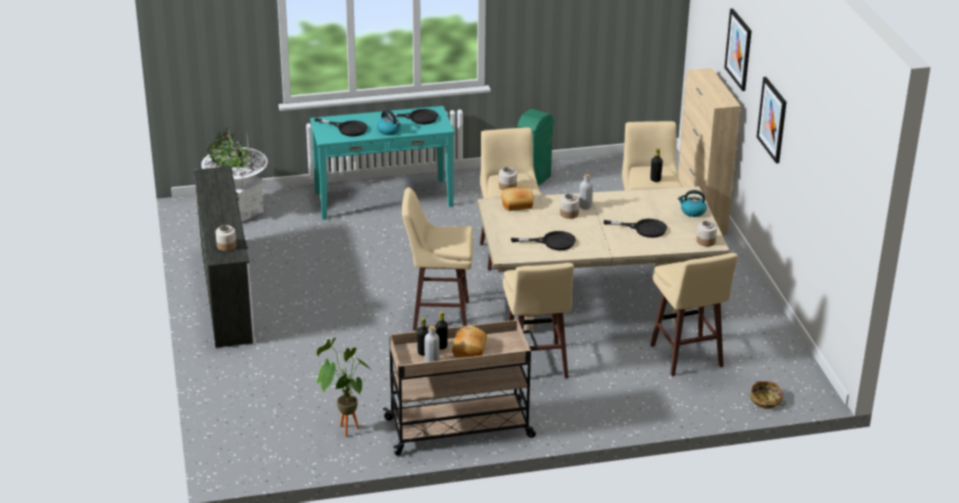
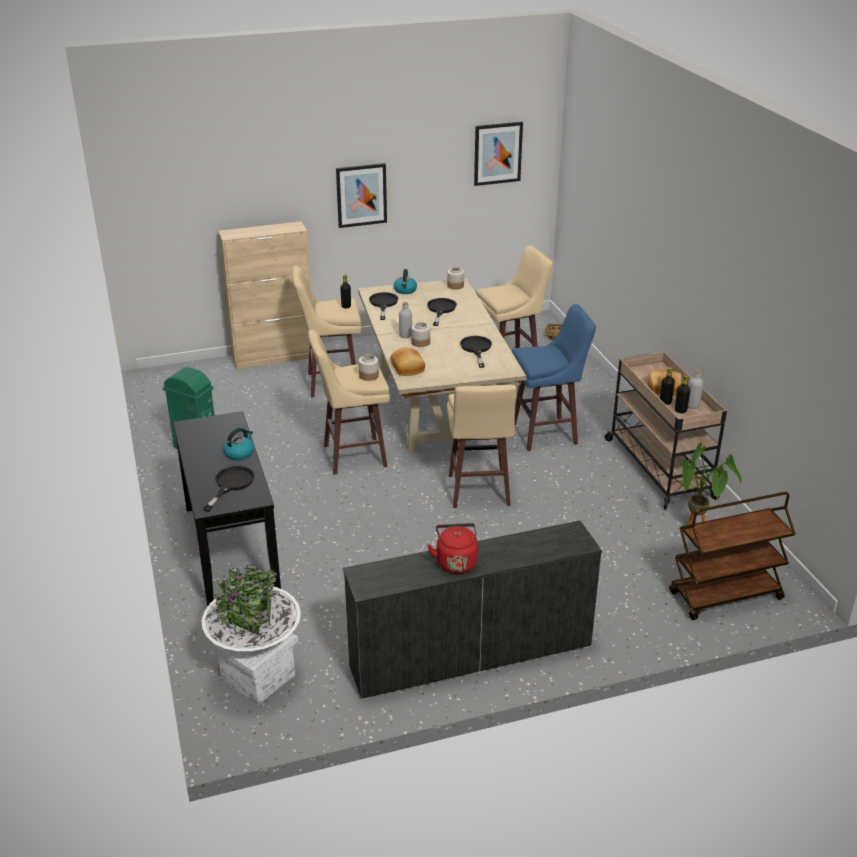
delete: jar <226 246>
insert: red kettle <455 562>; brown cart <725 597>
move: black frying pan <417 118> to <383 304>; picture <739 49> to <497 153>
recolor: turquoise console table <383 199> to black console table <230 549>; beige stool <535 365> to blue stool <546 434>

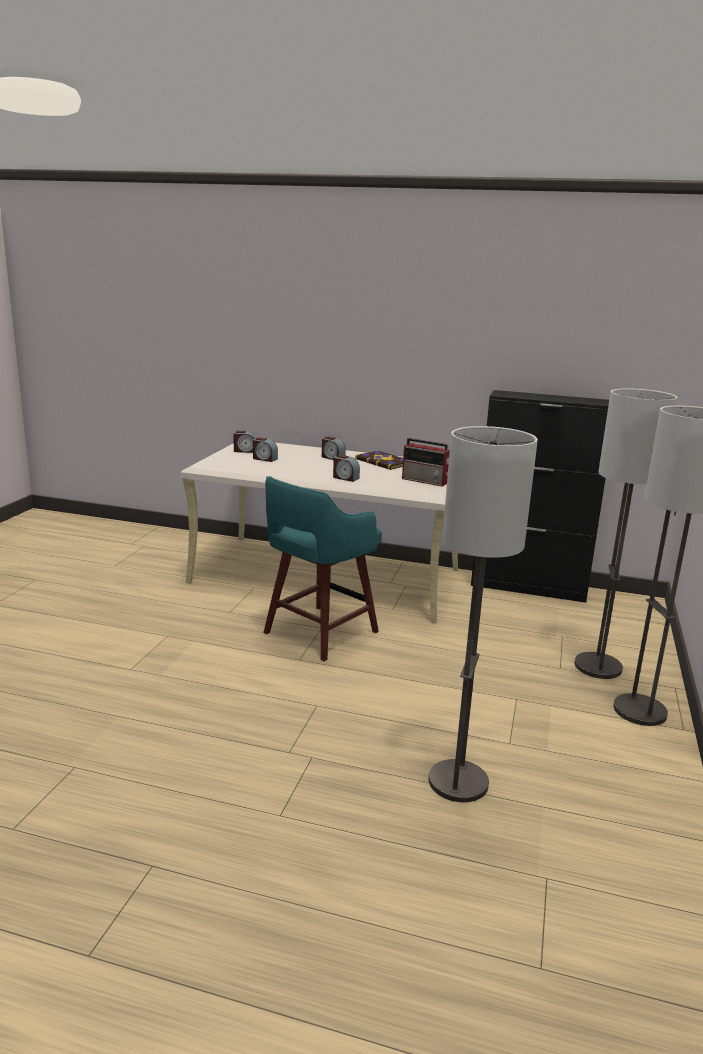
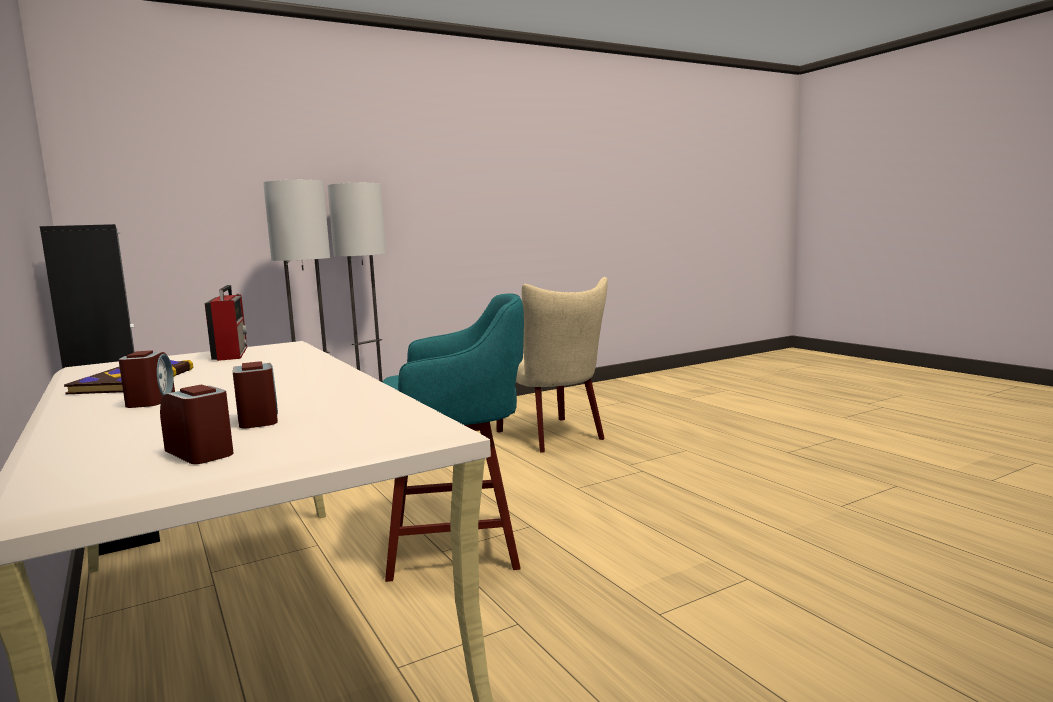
delete: alarm clock <345 478>
replace: floor lamp <457 782> to beige chair <555 436>

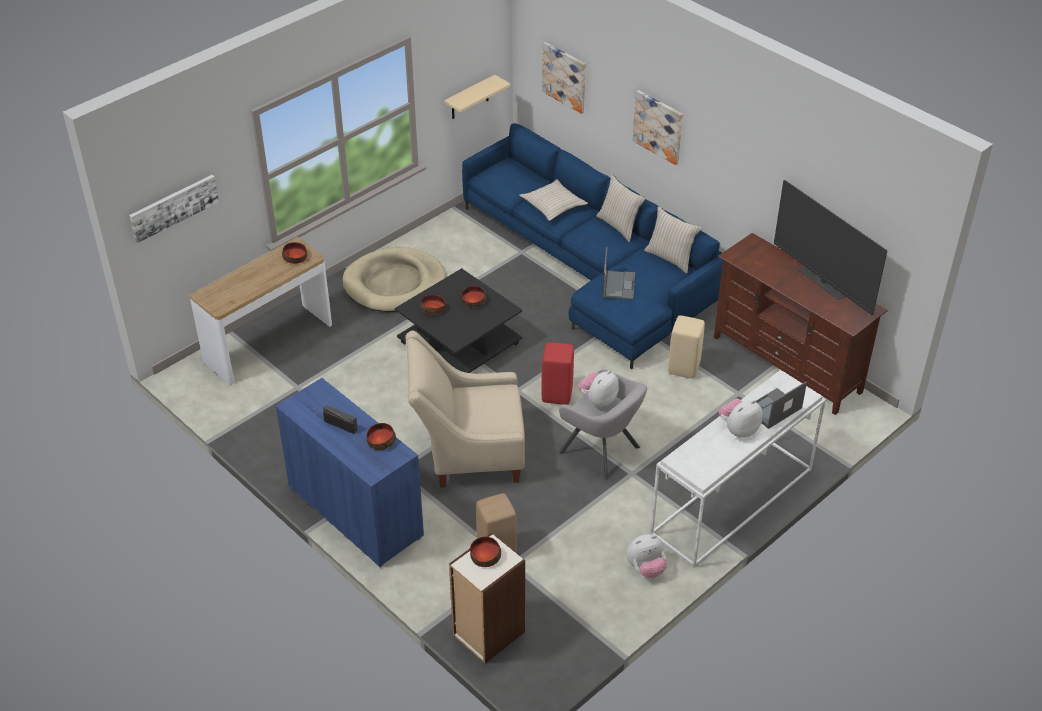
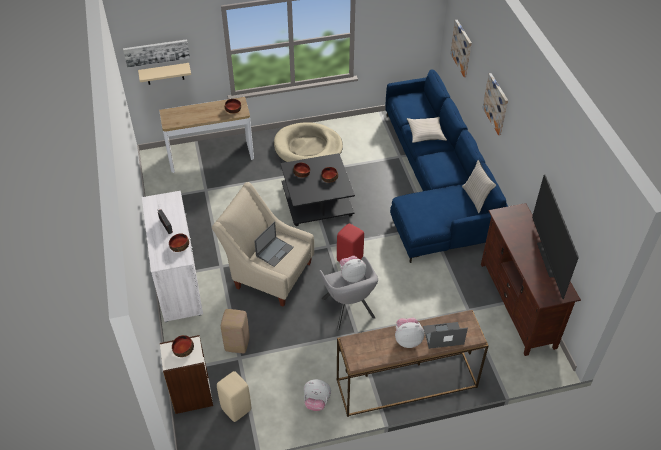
delete: beige pillow <619 226>
move: beige shelf <469 98> to <165 74>; laptop <618 284> to <275 251>; beige stool <684 368> to <237 409>
recolor: blue cabinet <355 511> to white cabinet <178 281>; white console table <732 503> to brown console table <406 384>

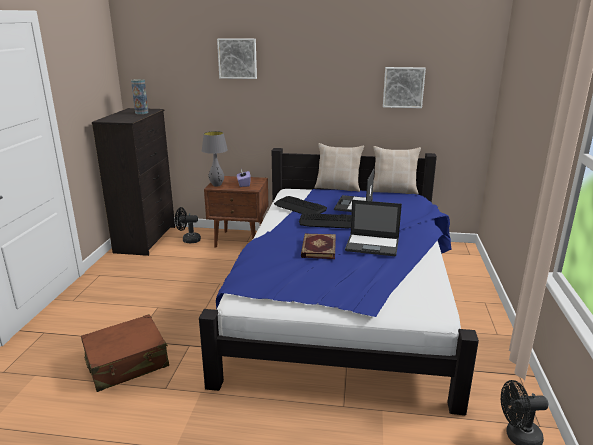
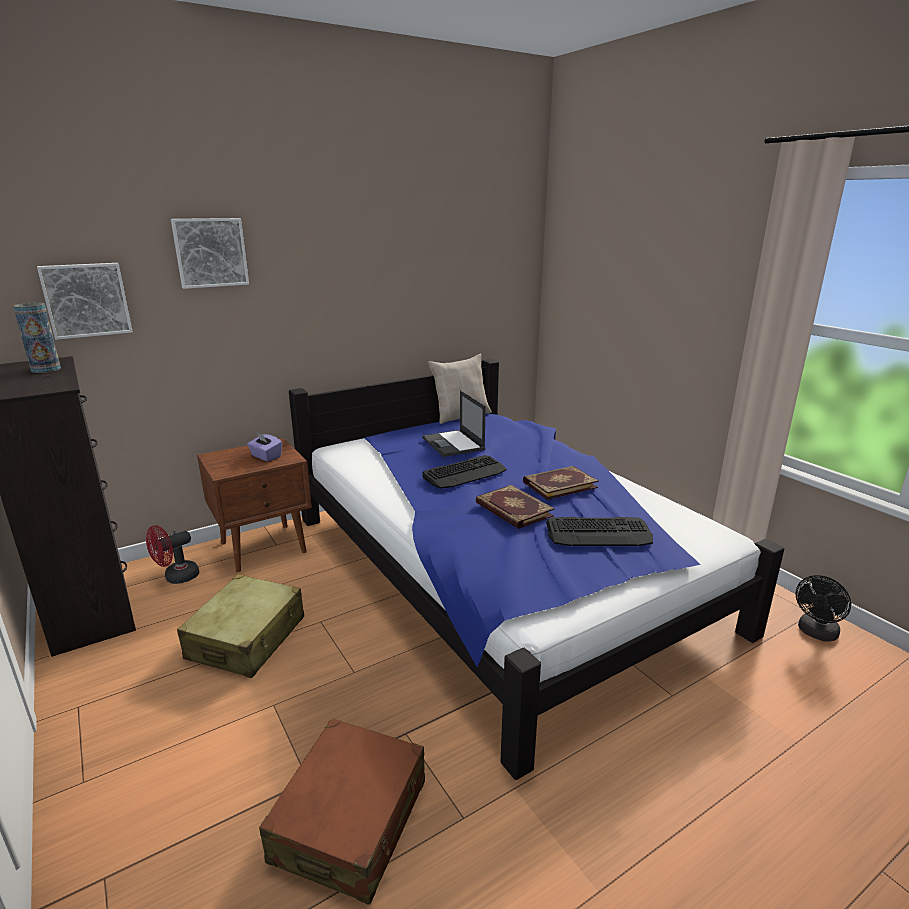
delete: grey table lamp <217 185>; beige pillow <338 188>
insert: beige suitcase <247 638>
move: keyboard <300 207> to <599 533>; picture <403 87> to <86 300>
replace: laptop <373 245> to book <559 484>
recolor: black fan <188 240> to red fan <176 577>

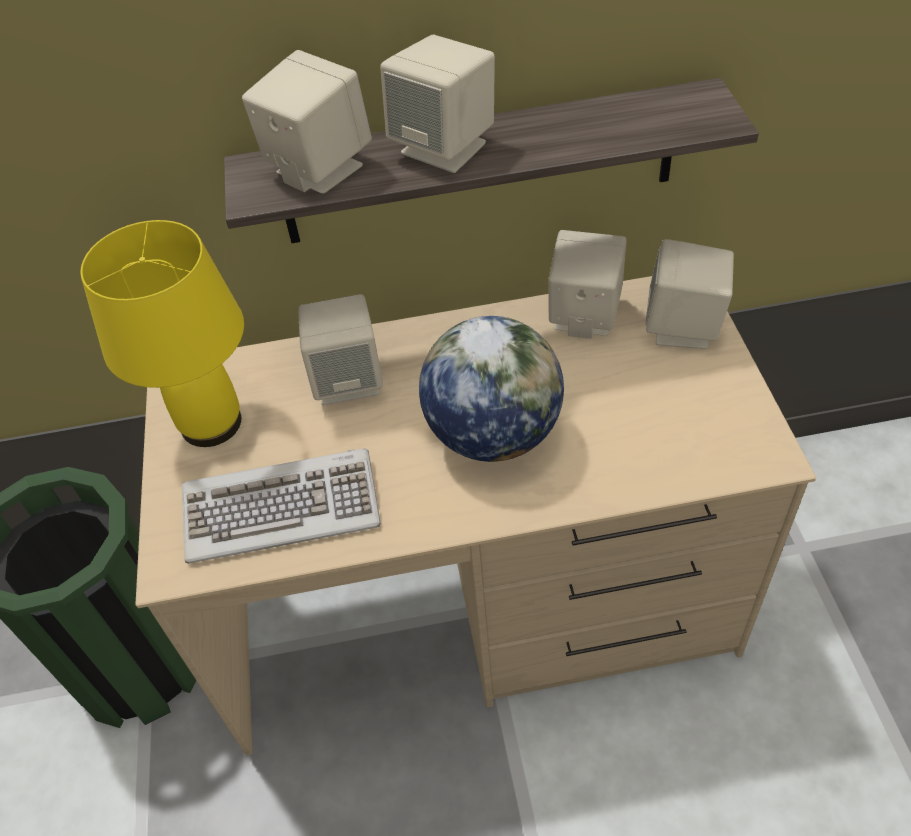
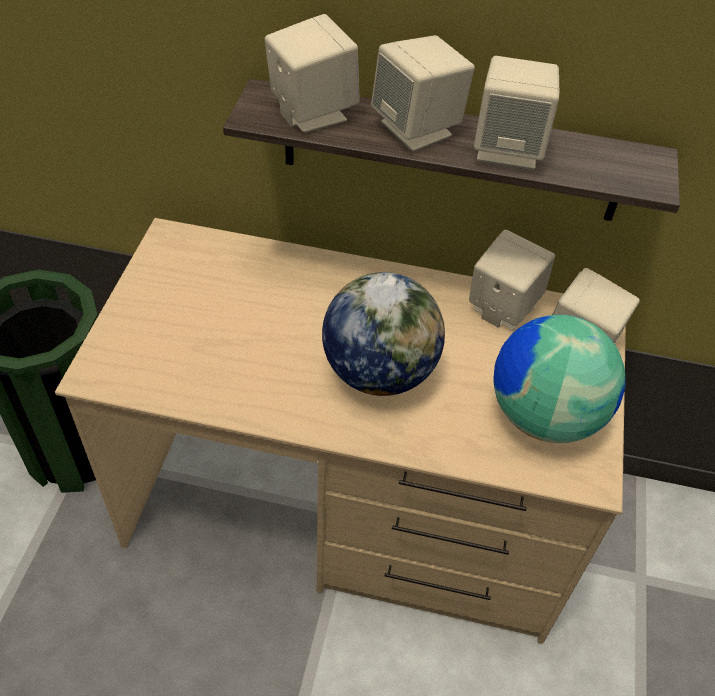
delete: yellow table lamp <213 423>; keyboard <282 508>
insert: globe <543 415>
move: beige speaker <348 380> to <508 150>

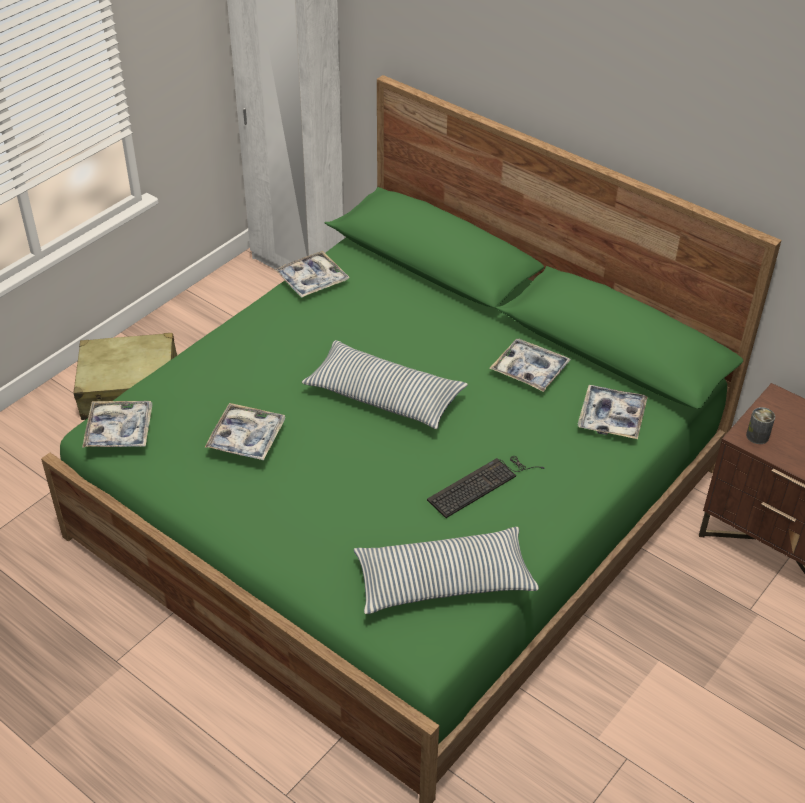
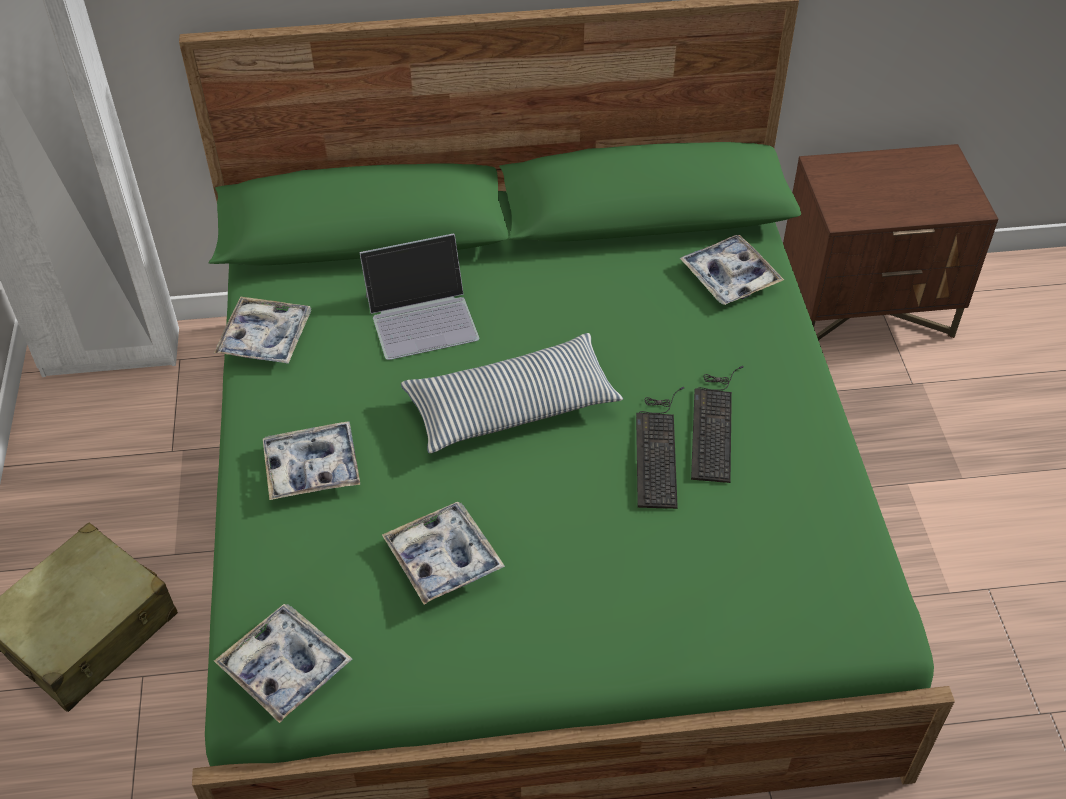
delete: pillow <443 582>; can <757 436>
insert: laptop <422 316>; keyboard <658 448>
move: tray <529 370> to <312 468>

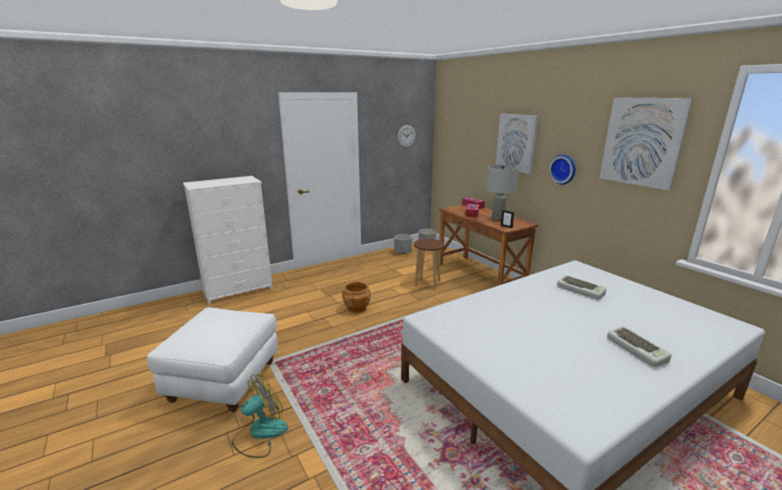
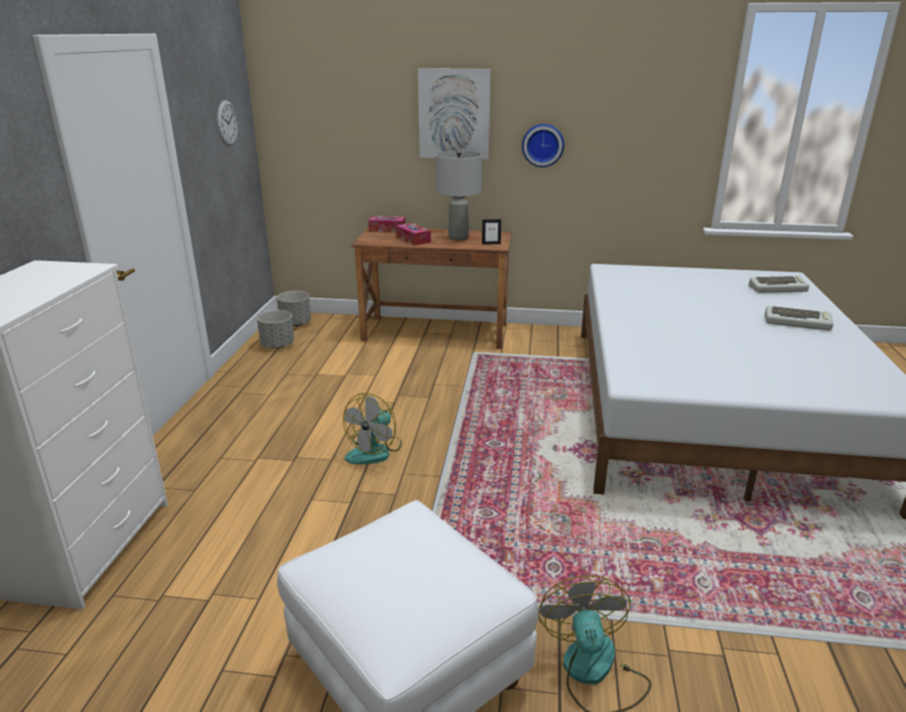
delete: brown stool <427 283>; picture <641 142>
move: keyboard <581 290> to <777 288>
replace: brown planter <357 308> to fan <375 451>

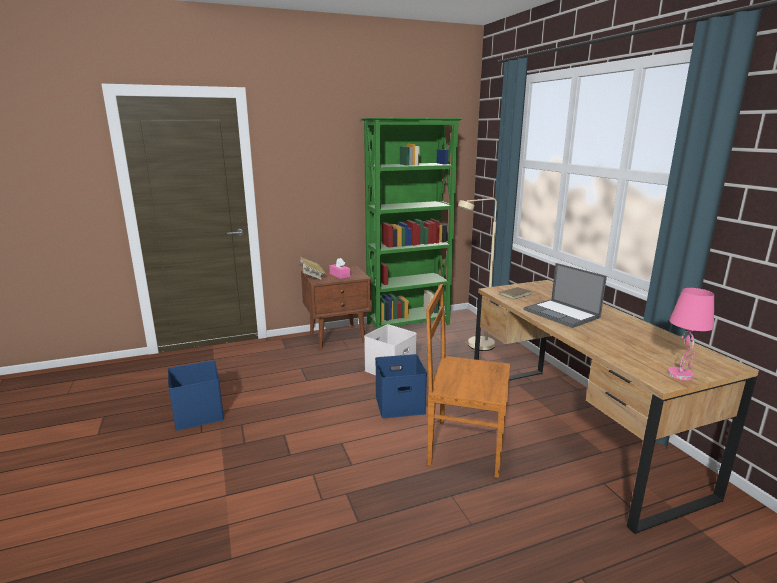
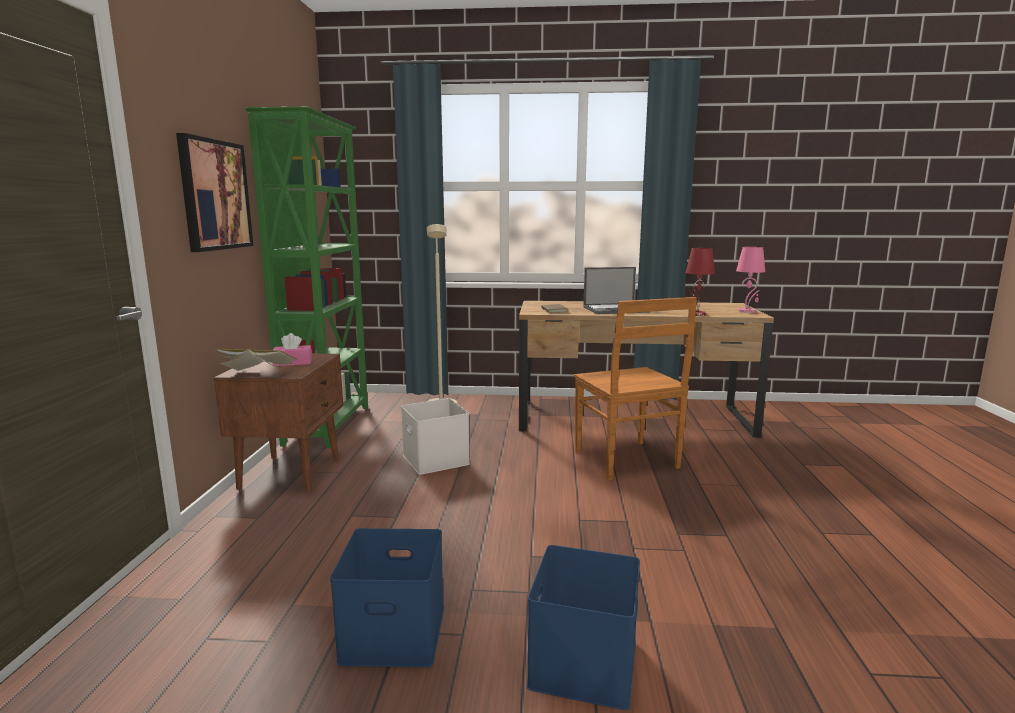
insert: picture <215 195>; red table lamp <697 314>
move: blue storage box <399 405> to <585 665>
rotate: brown chair <463 447> = <627 461> 60 degrees counterclockwise

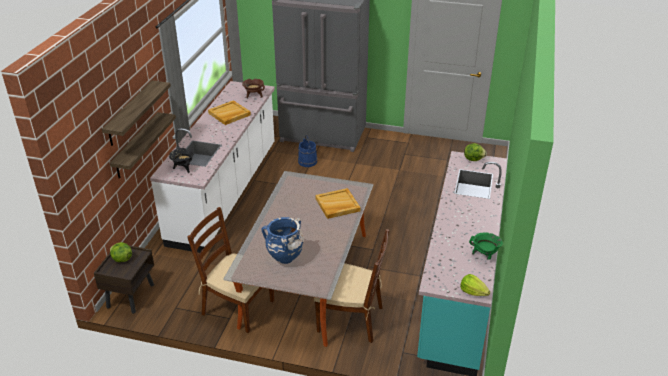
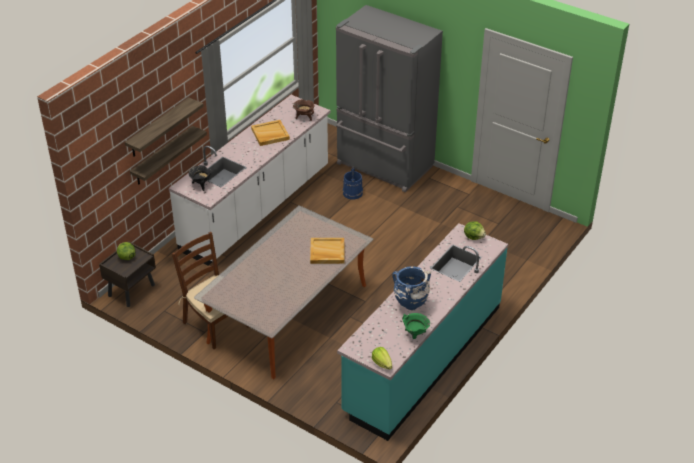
delete: brown chair <351 319>
move: blue vase <285 260> to <410 306>

